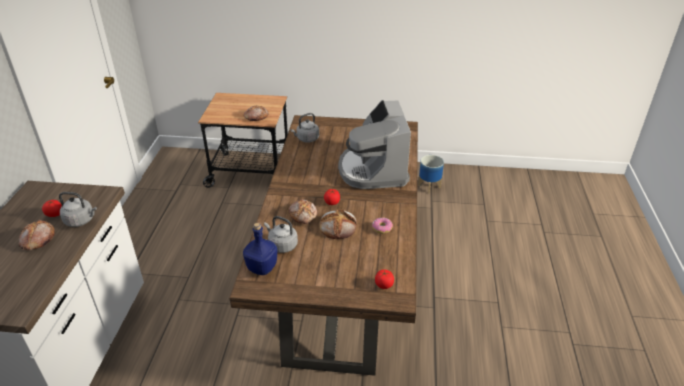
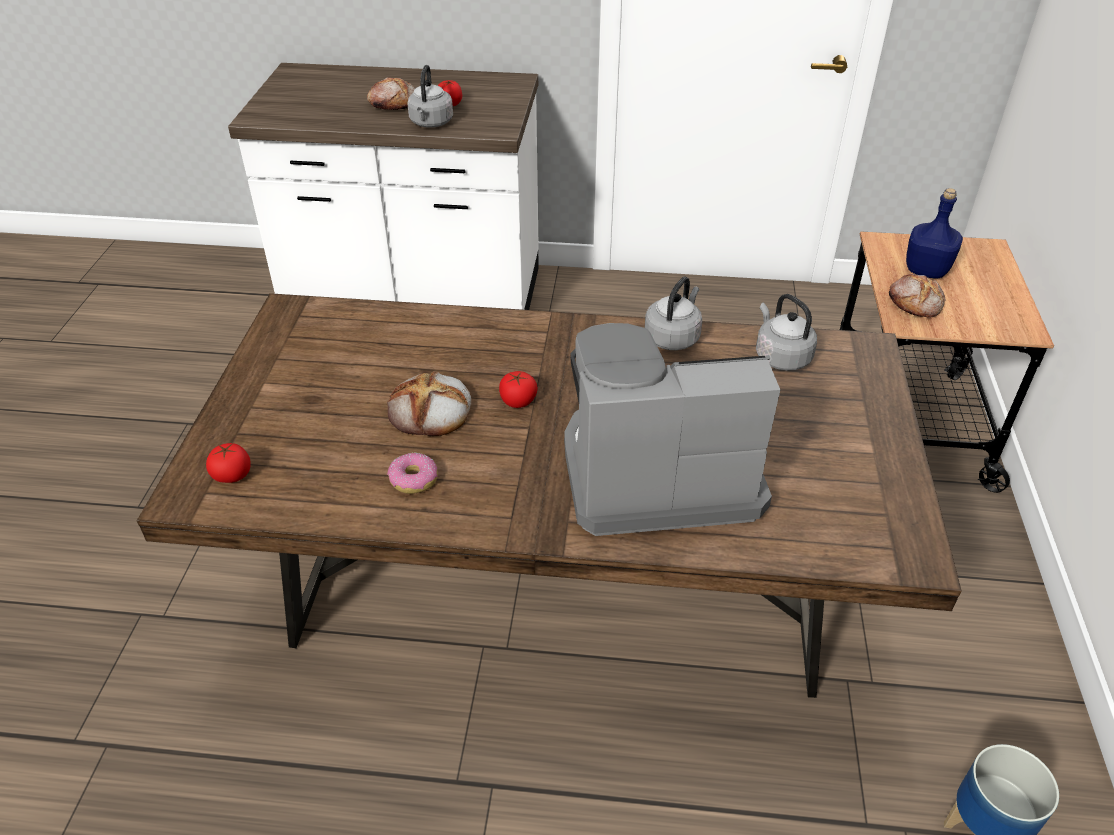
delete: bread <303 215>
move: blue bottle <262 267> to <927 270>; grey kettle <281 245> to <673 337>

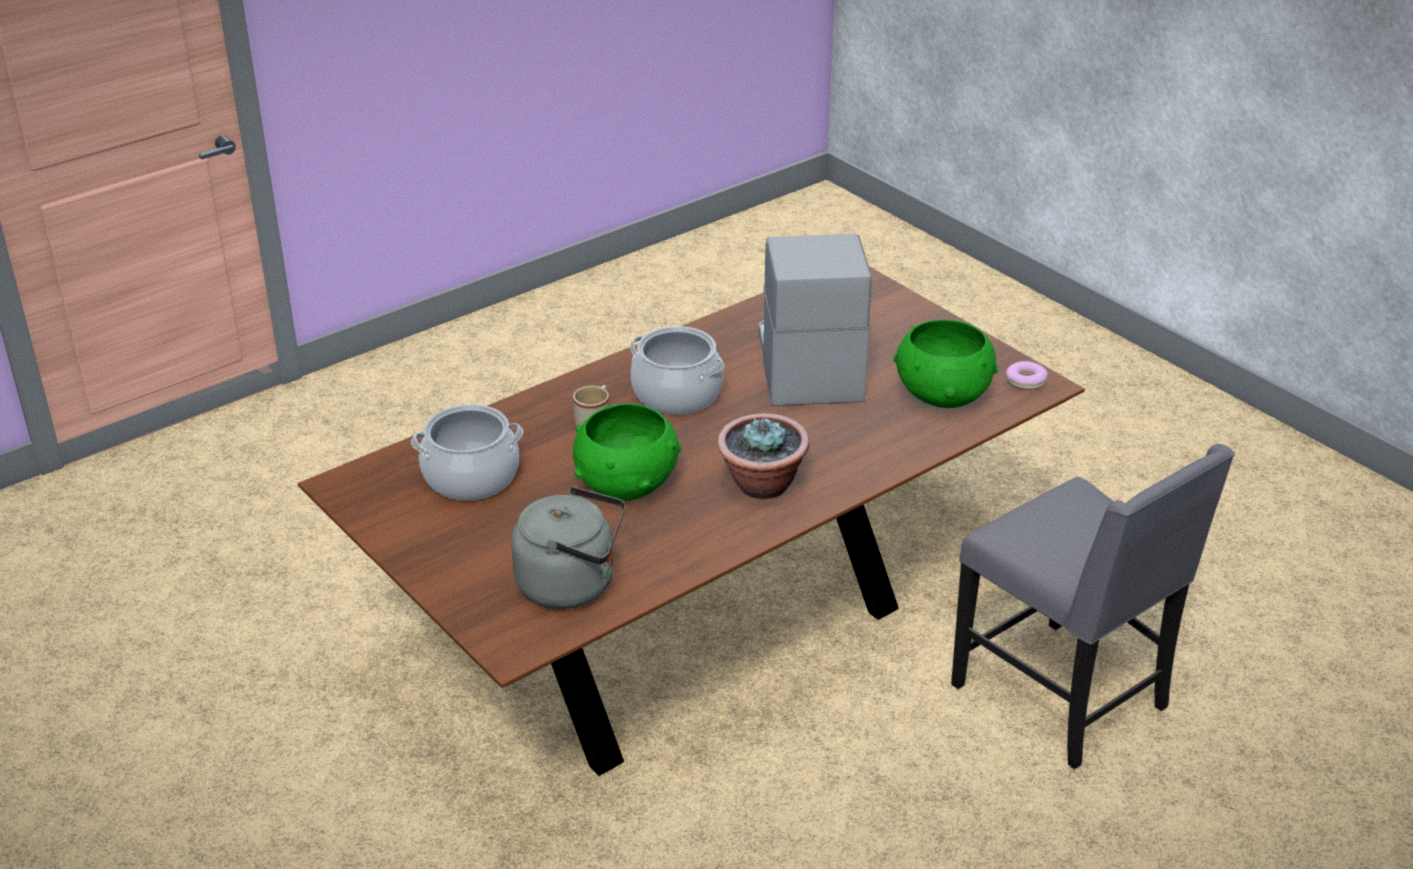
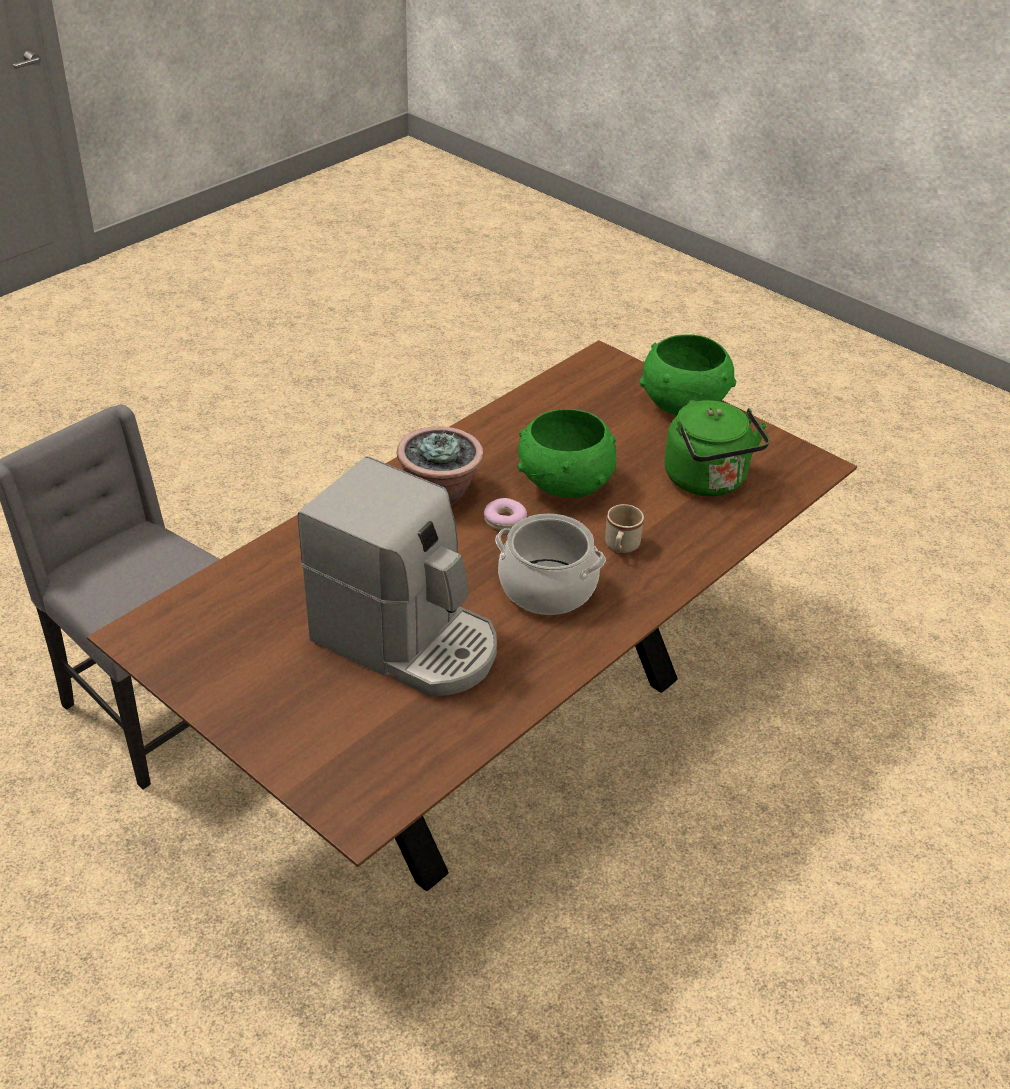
delete: grey kettle <572 585>
move: green bowl <942 395> to <683 404>; donut <1025 381> to <505 520>
replace: cooking pot <471 476> to green kettle <708 481>
rotate: coffee machine <808 365> = <408 641> 45 degrees counterclockwise

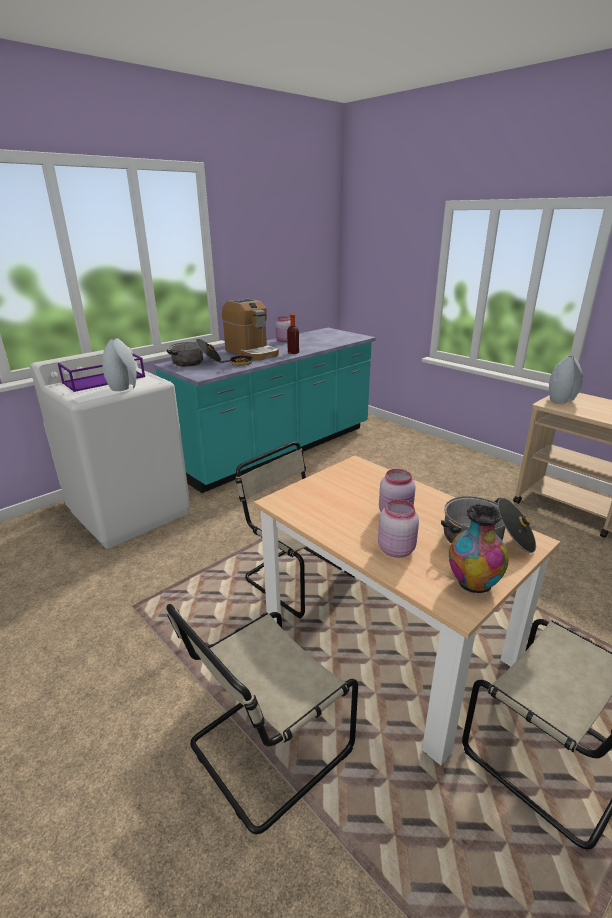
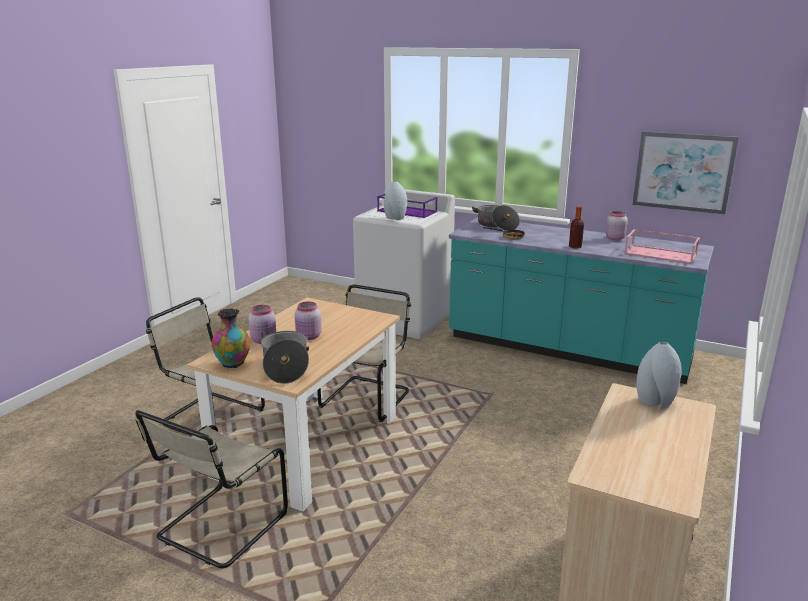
delete: coffee machine <252 352>
insert: pink tray <661 254>; picture <683 172>

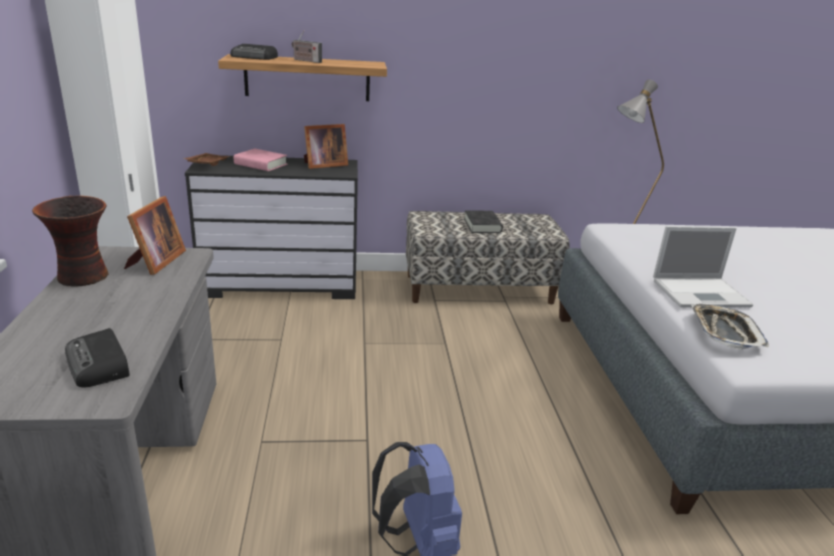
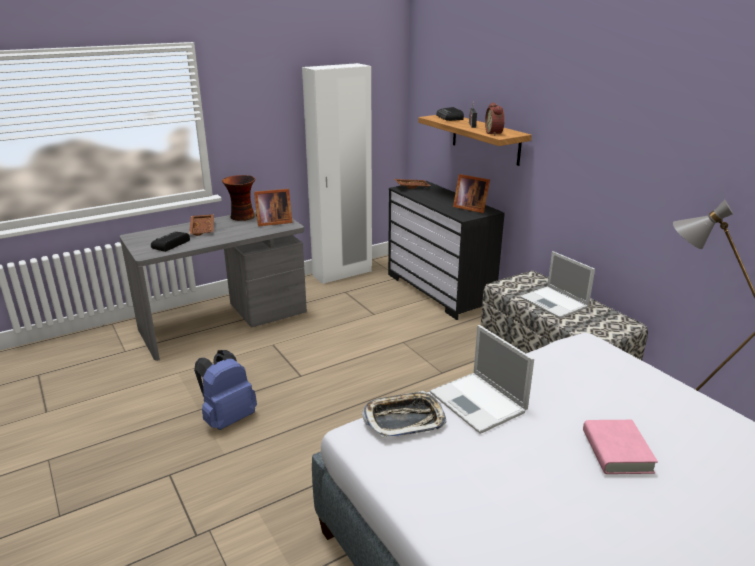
insert: brown tray <203 229>; alarm clock <495 133>
move: pink book <260 164> to <616 451>
replace: black book <482 225> to laptop <555 303>

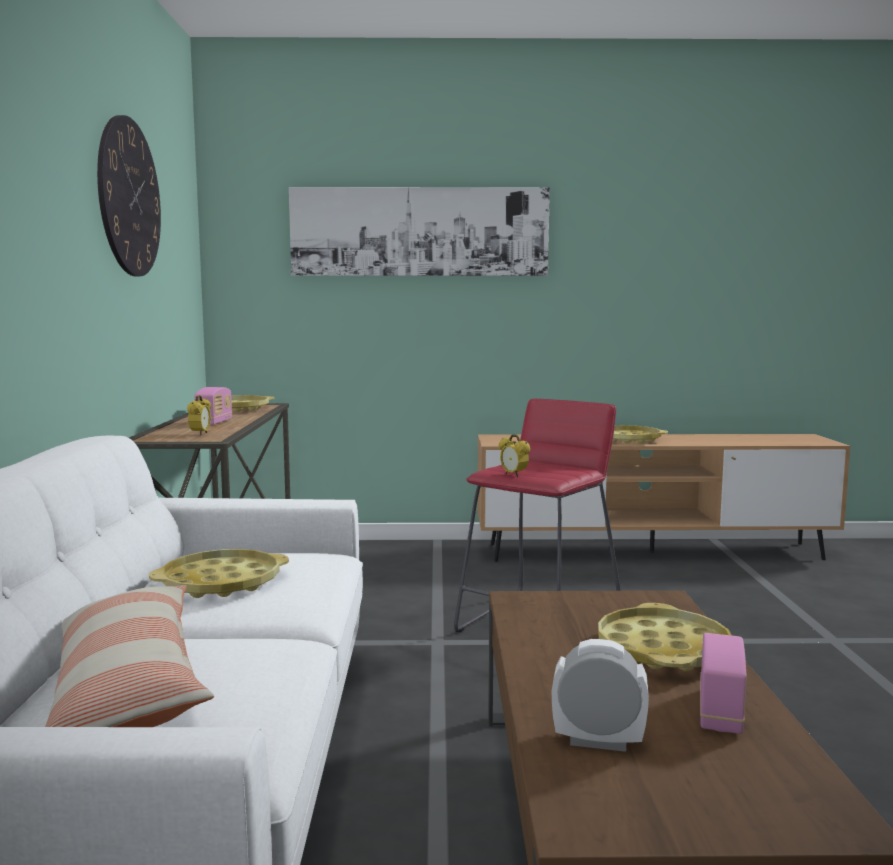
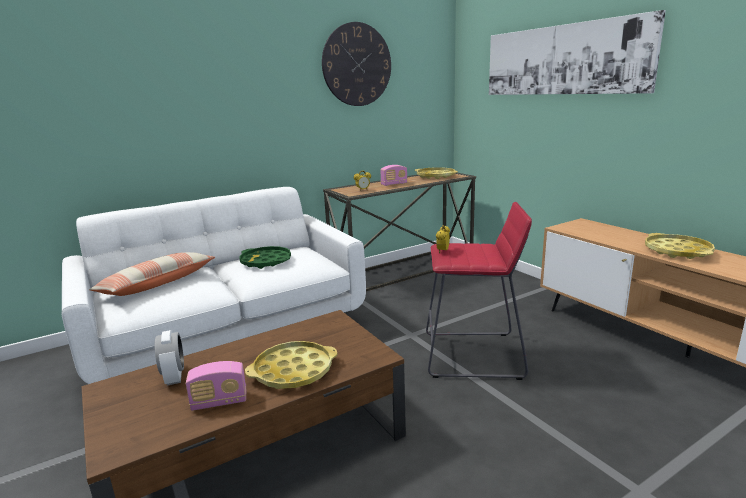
recolor: yellow tray <221 583> to green tray <266 261>

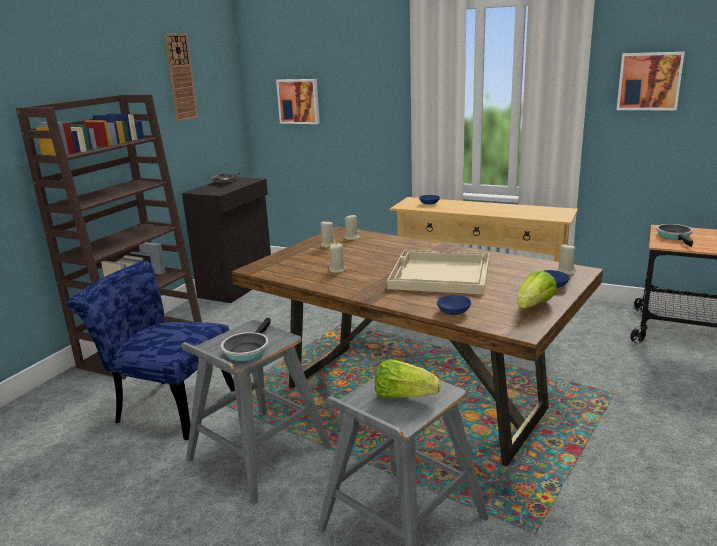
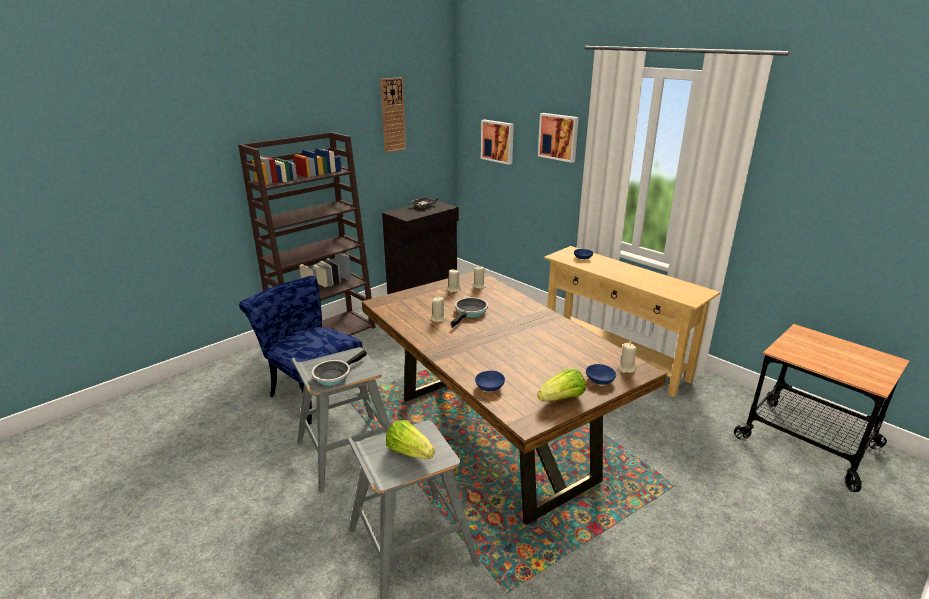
delete: beige tray <439 274>
move: picture <649 81> to <559 137>; frying pan <675 236> to <470 312>

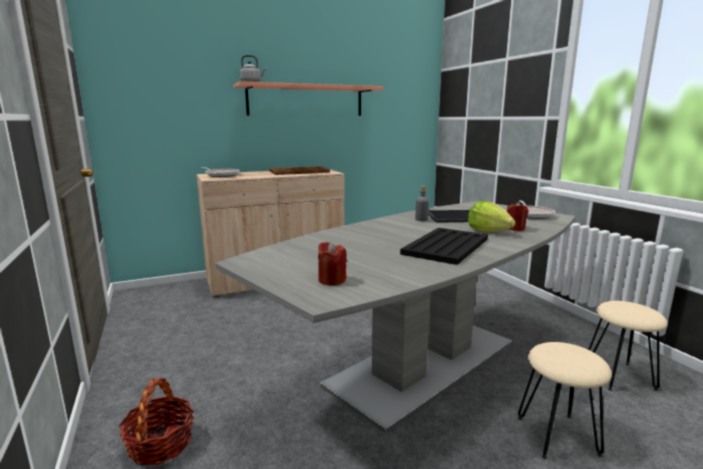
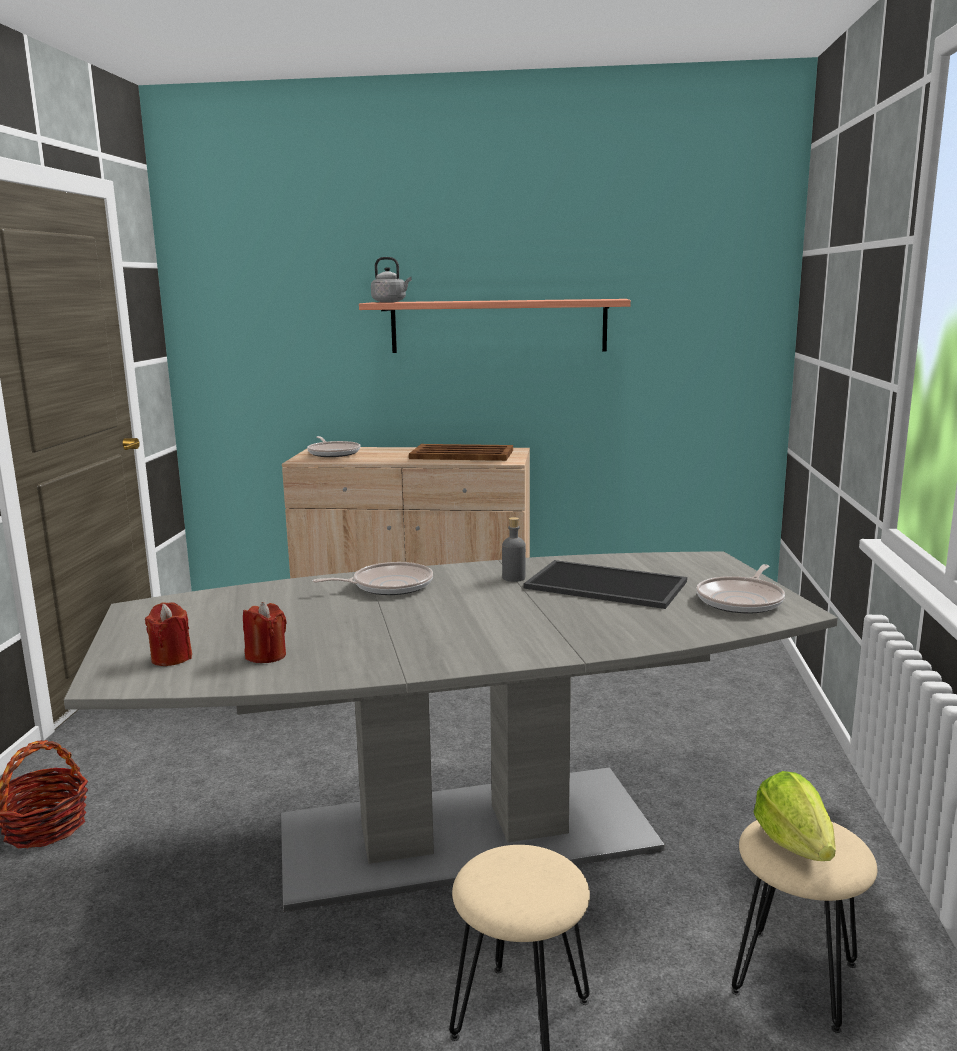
delete: black tray <445 246>
insert: frying pan <388 586>
move: lettuce <488 231> to <794 844>; red candle <515 229> to <266 656>

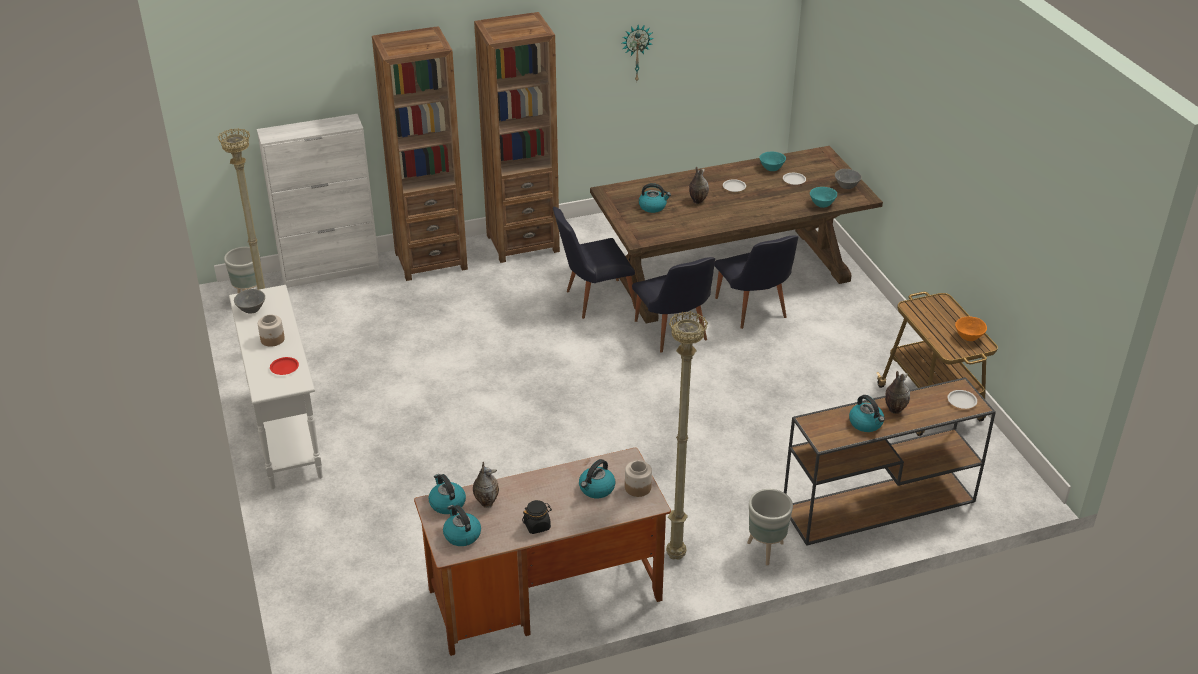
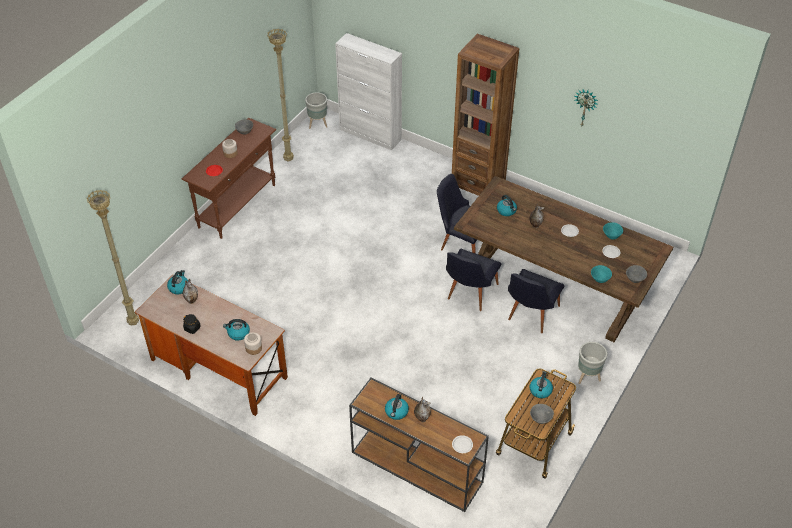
delete: brown bookcase <431 261>
move: kettle <461 535> to <540 390>; beige floor lamp <676 555> to <134 322>; grey planter <766 550> to <588 377>
recolor: white console table <285 434> to brown console table <237 206>; orange bowl <968 337> to grey bowl <540 418>

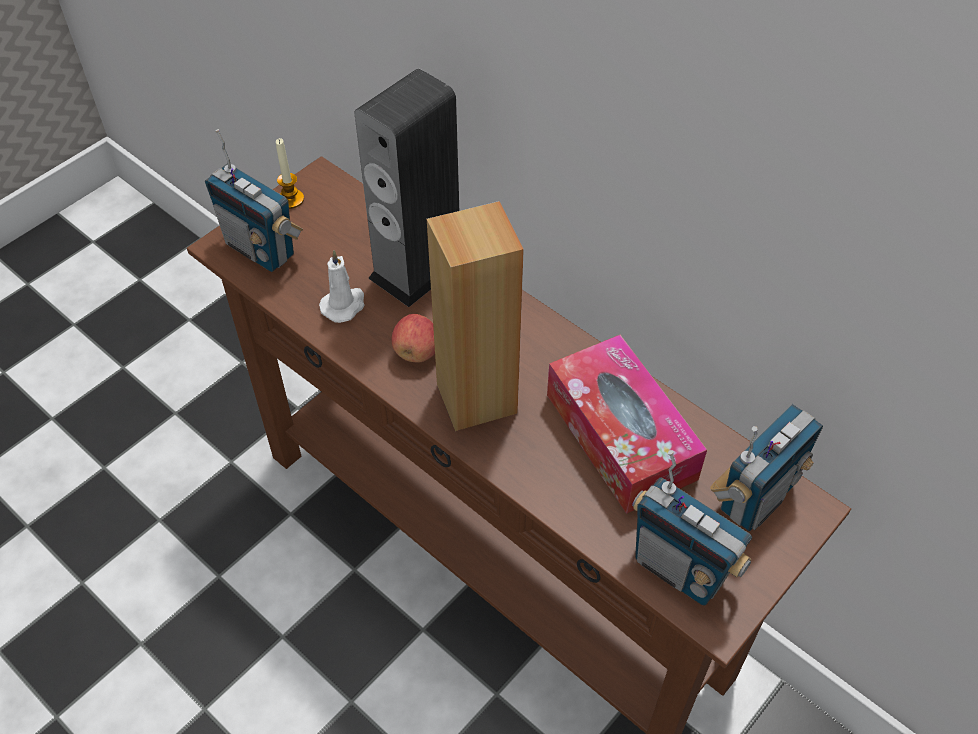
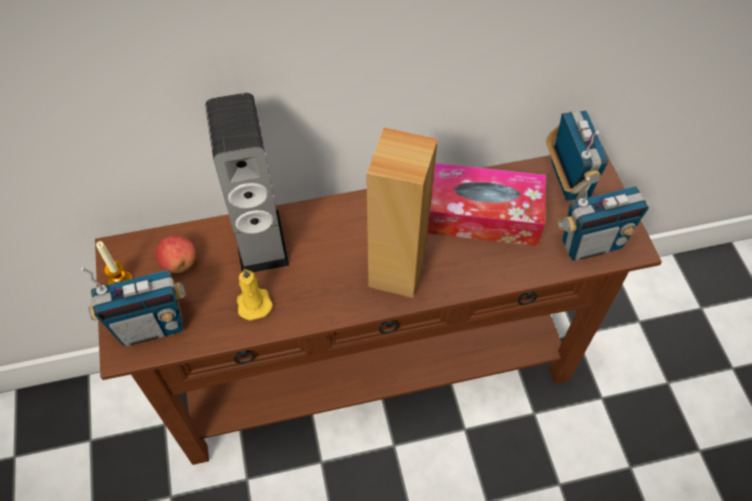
move: apple <417 352> to <179 263>
recolor: white candle <344 305> to yellow candle <253 302>

